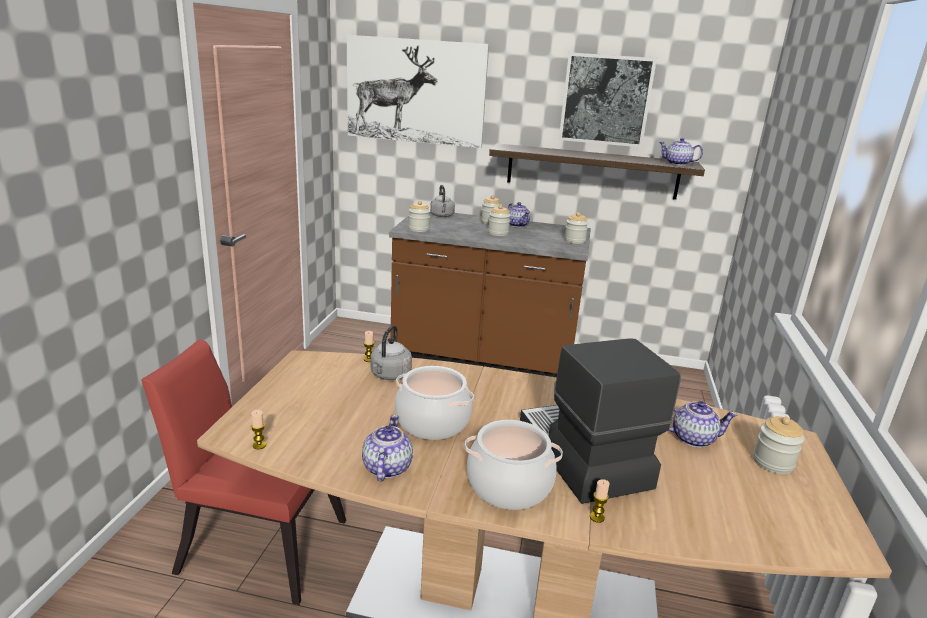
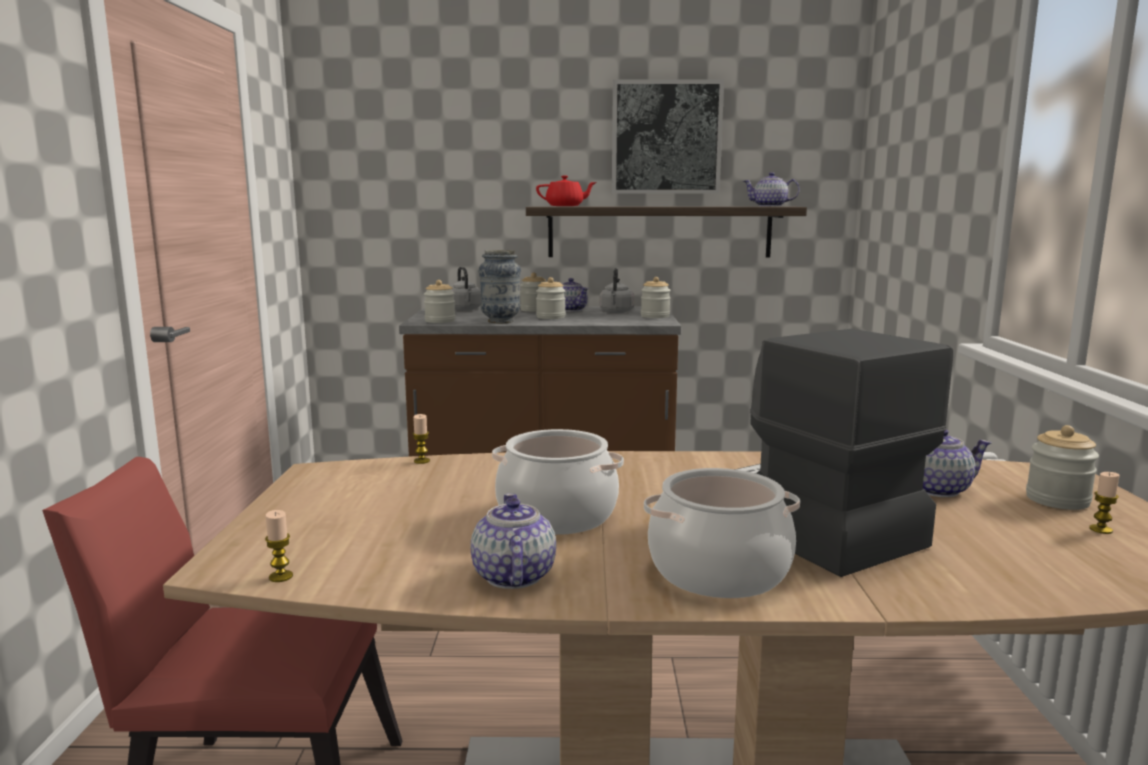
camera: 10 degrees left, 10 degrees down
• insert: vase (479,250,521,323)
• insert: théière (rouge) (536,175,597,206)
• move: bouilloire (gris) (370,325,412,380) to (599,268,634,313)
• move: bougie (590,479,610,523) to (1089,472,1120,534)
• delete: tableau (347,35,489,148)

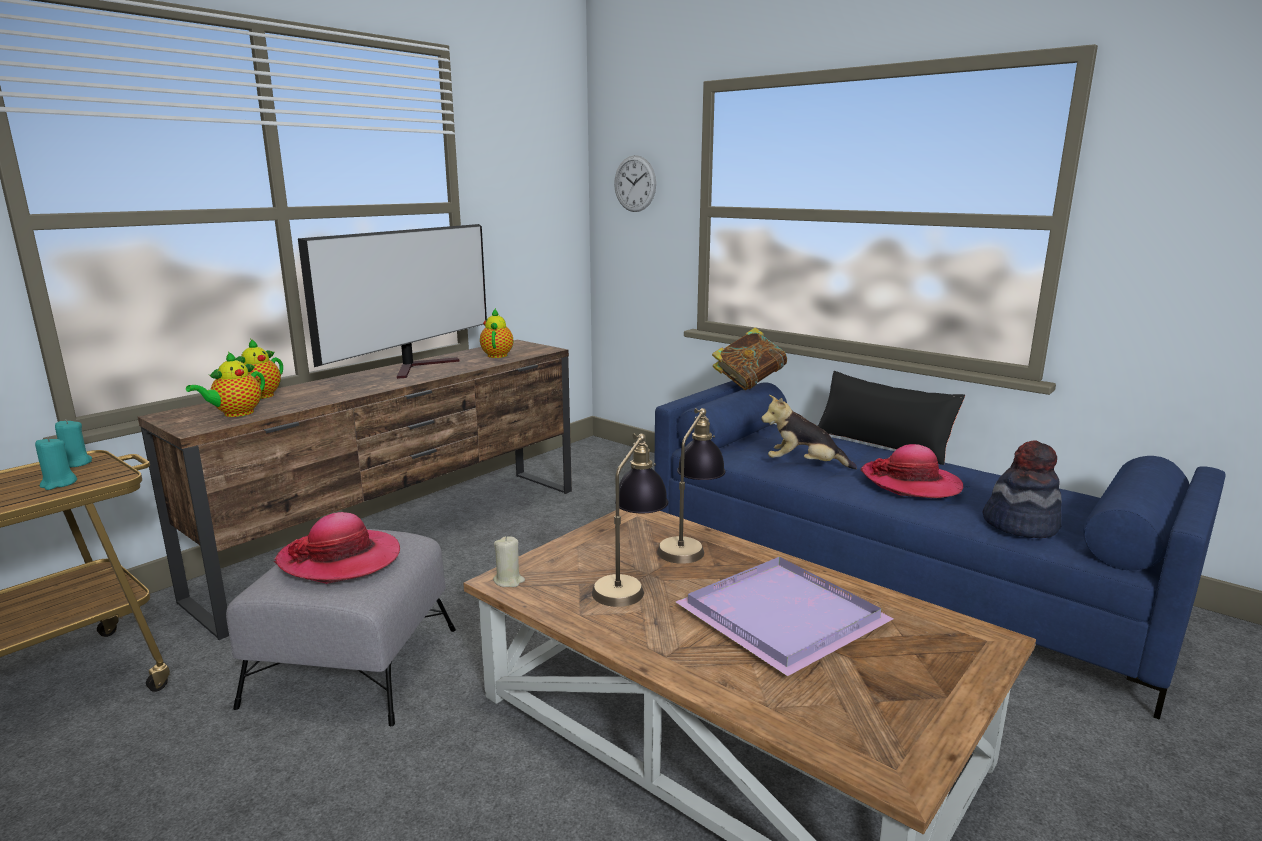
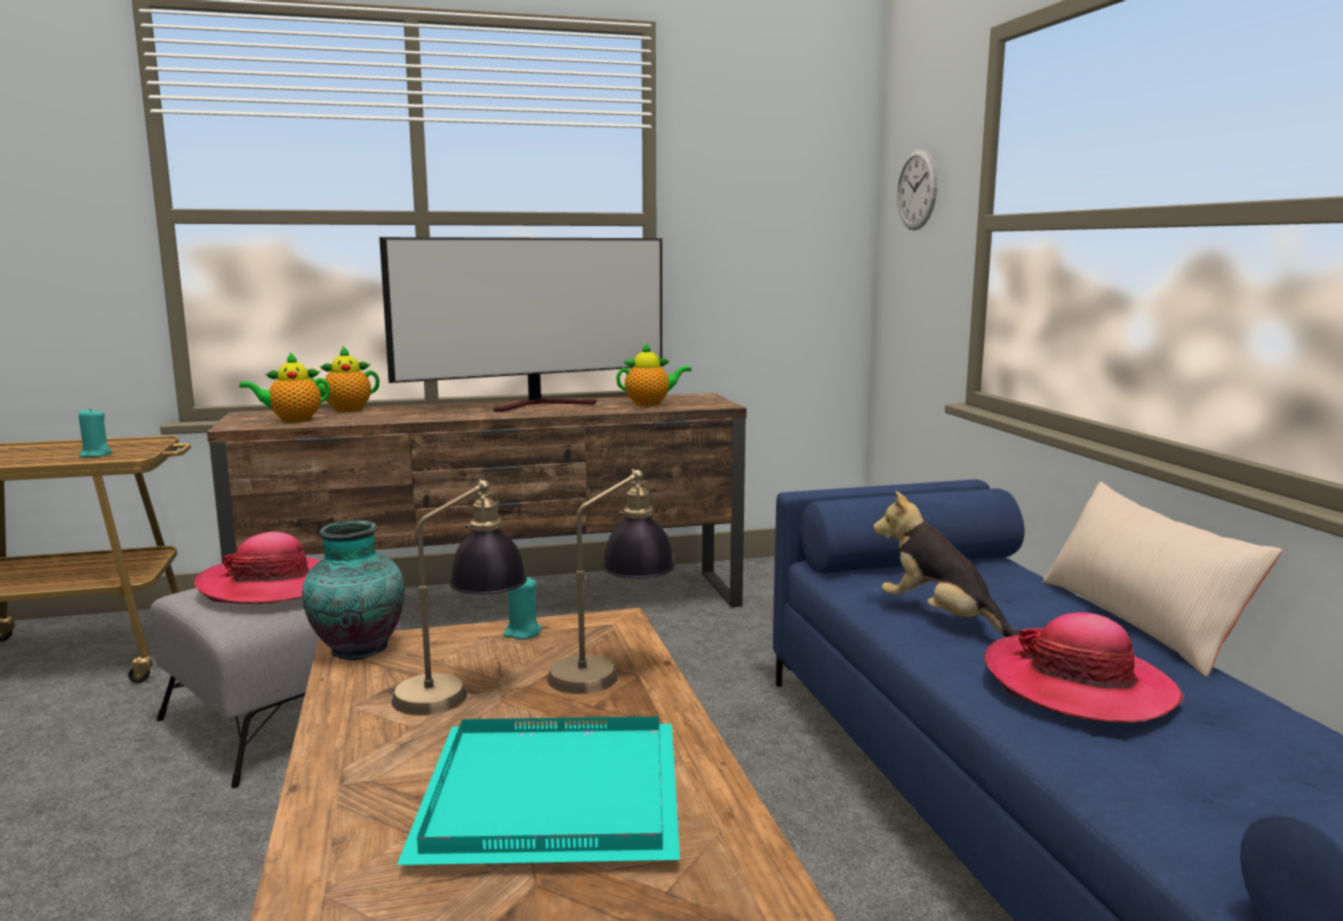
camera: 35 degrees right, 5 degrees down
• replace: bougie (beige) (493,536,525,587) to vase (302,521,405,661)
• recolor: plateau (violet) (676,557,894,676) to plateau (turquoise) (397,717,680,866)
• move: bougie (turquoise) (55,419,92,467) to (503,576,542,639)
• rotate: théière (480,308,513,358) = (616,343,691,406) 45 degrees clockwise
• recolor: coussin (noir) (818,371,965,465) to coussin (beige) (1042,482,1282,676)
• delete: livre (712,327,787,390)
• delete: chapeau (983,441,1062,539)

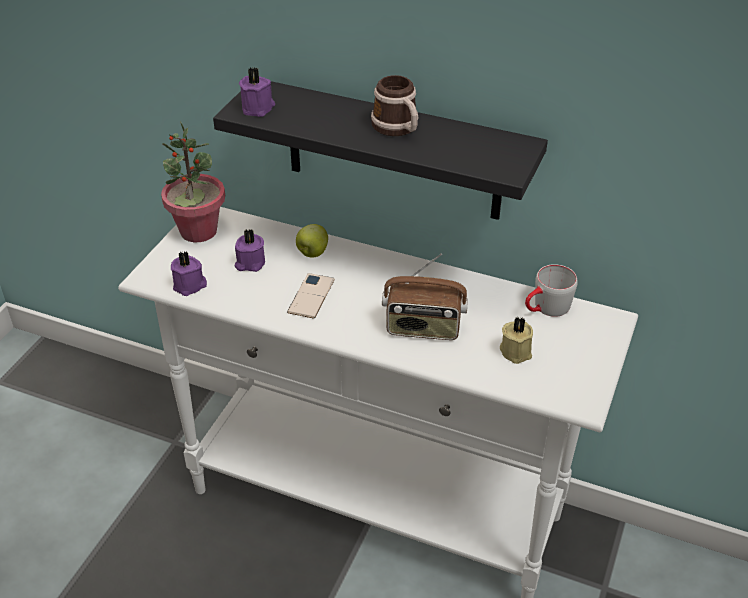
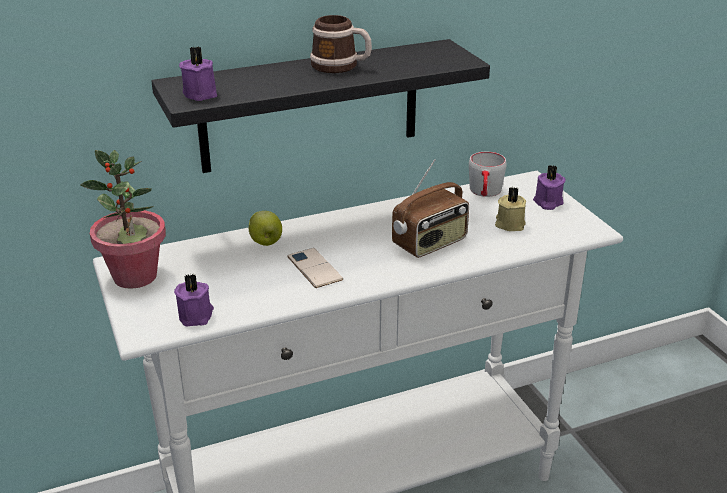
camera: 45 degrees left, 10 degrees down
• move: bougie (violet) (235,230,265,272) to (533,166,566,210)

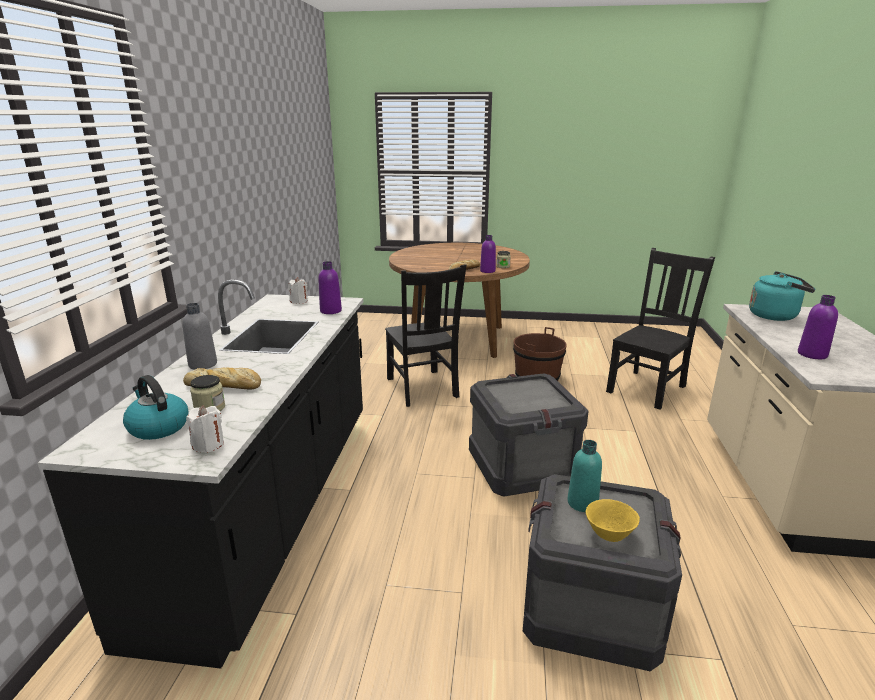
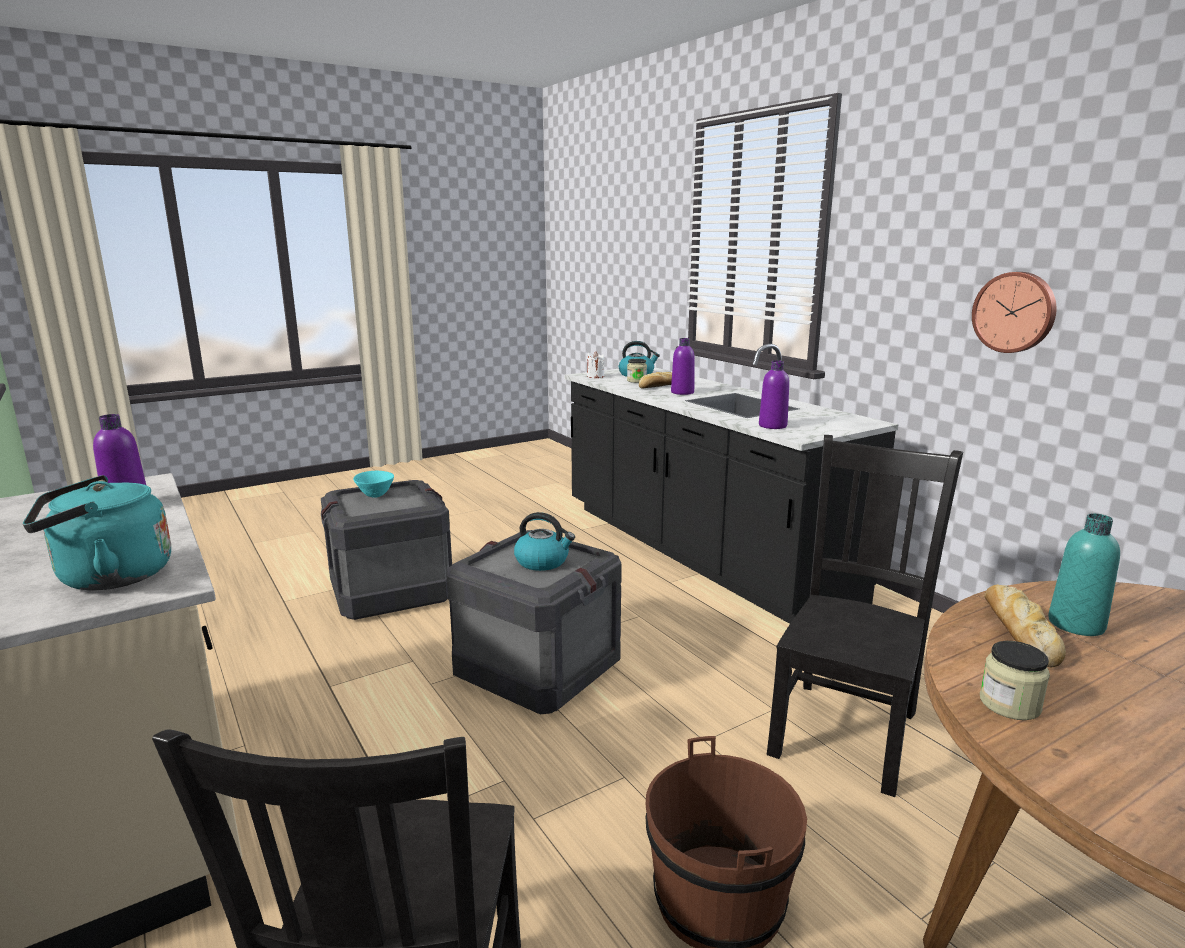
camera: 140 degrees right, 5 degrees down
• recolor: bol (jaune) (586,499,640,542) to bol (turquoise) (353,471,394,497)
• insert: bouilloire (514,512,575,571)
• move: bouteille (violet) (480,235,496,273) to (671,338,695,395)
• rotate: chaise (noir) (385,264,467,407) = (767,435,963,797) 90 degrees clockwise
• insert: horloge murale (972,272,1057,353)
• move: bouteille (turquoise) (567,440,602,512) to (1048,513,1120,636)
• delete: bouteille (gris) (182,303,217,370)
• delete: bougie (blanc) (288,277,308,304)

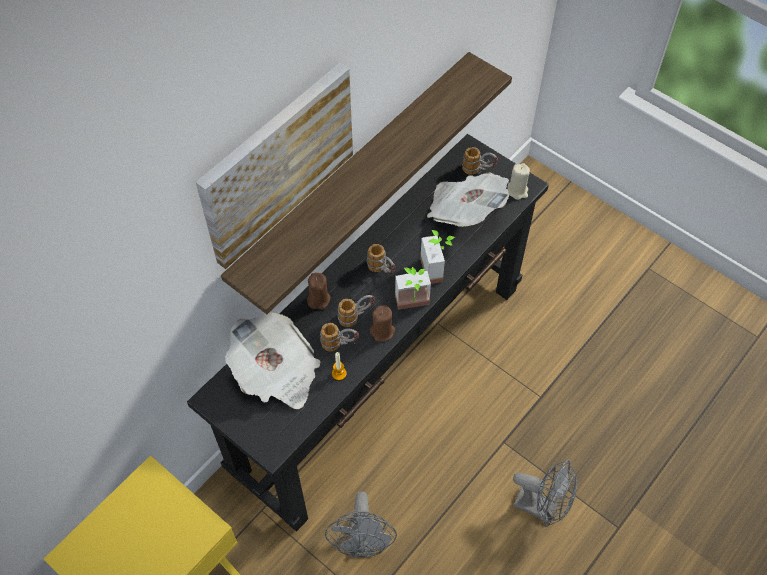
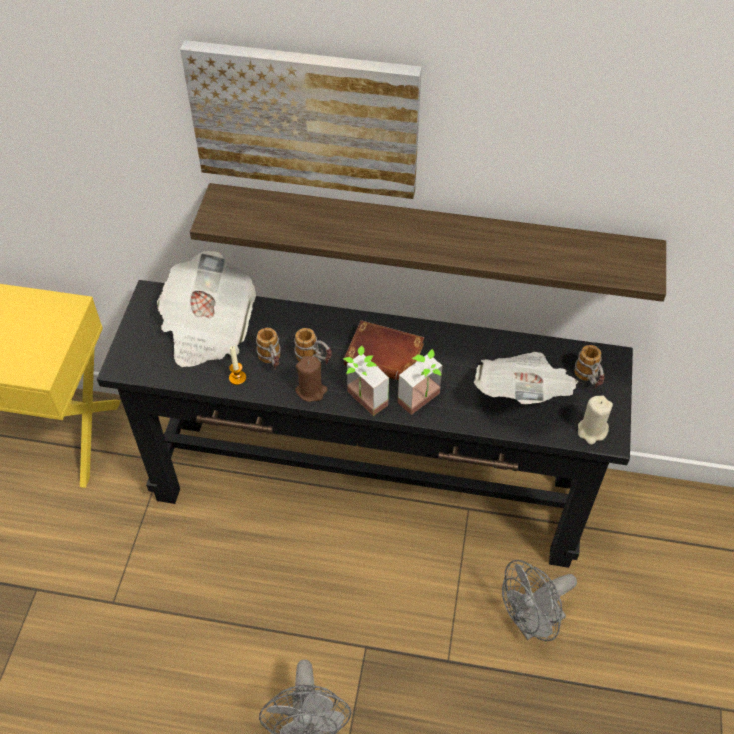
camera: 60 degrees right, 5 degrees down
• replace: mug (367,244,395,276) to livre (marron) (344,320,424,380)
• move: ventilateur (gris) (325,492,397,557) to (502,560,577,641)
• delete: bougie (marron) (307,273,330,309)

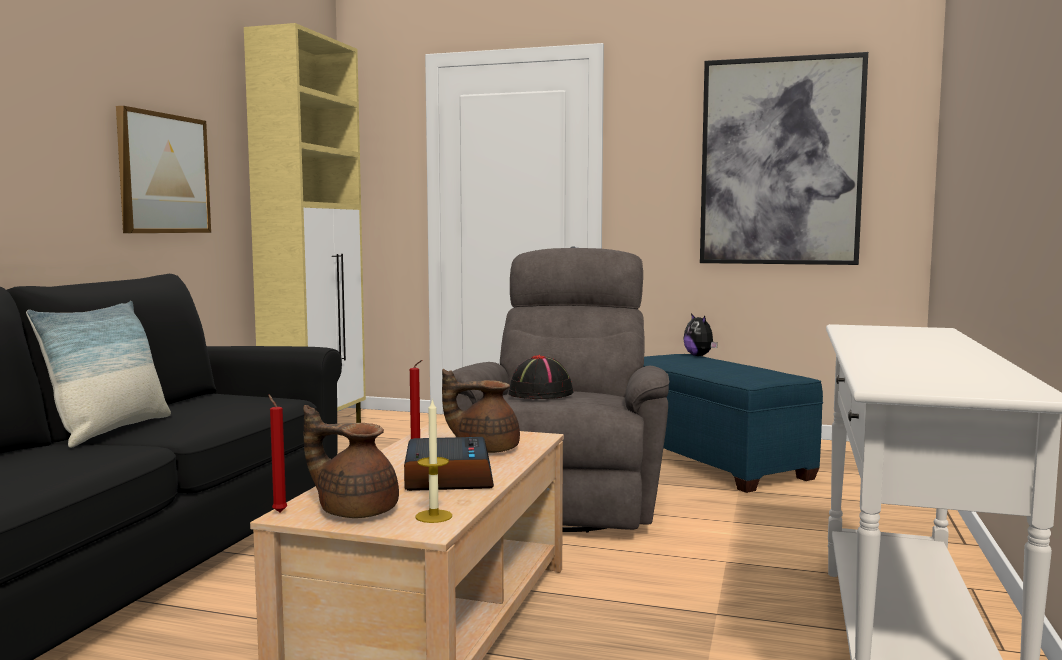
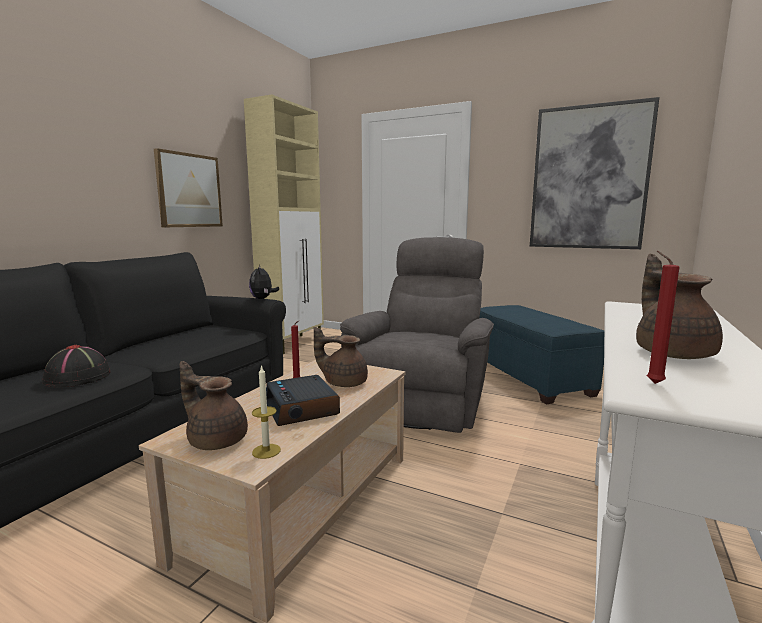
camera: 10 degrees right, 5 degrees up
• move: chapeau (noir) (509,355,573,399) to (42,345,111,387)
• move: peluche (683,313,718,356) to (249,265,279,299)
• rotate: réveil (404,437,494,491) = (266,375,340,426) 150 degrees clockwise
• insert: théière (marron) (636,254,723,359)
• move: bougie (rouge) (269,395,288,512) to (647,251,680,384)
• delete: coussin (26,301,171,448)

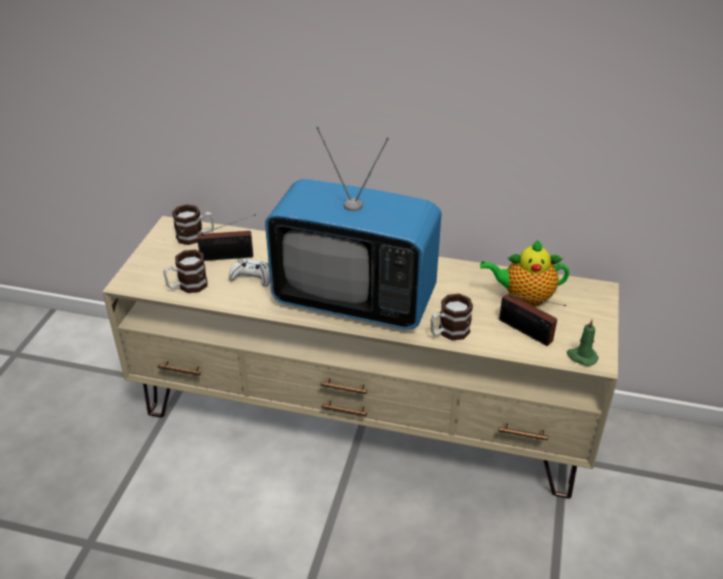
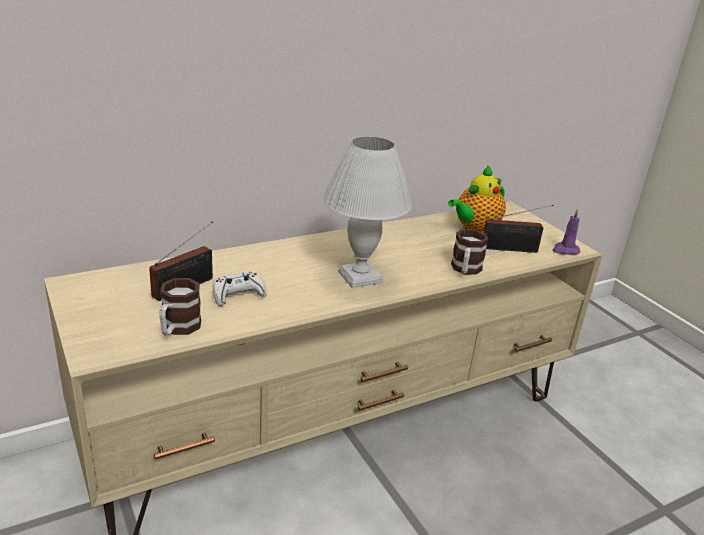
camera: 45 degrees left, 10 degrees down
• replace: téléviseur (265,127,442,329) to lampe de table (blanc) (323,136,412,288)
• recolor: bougie (vert) (567,319,598,366) to bougie (violet) (552,209,580,255)
• delete: mug (172,204,214,245)

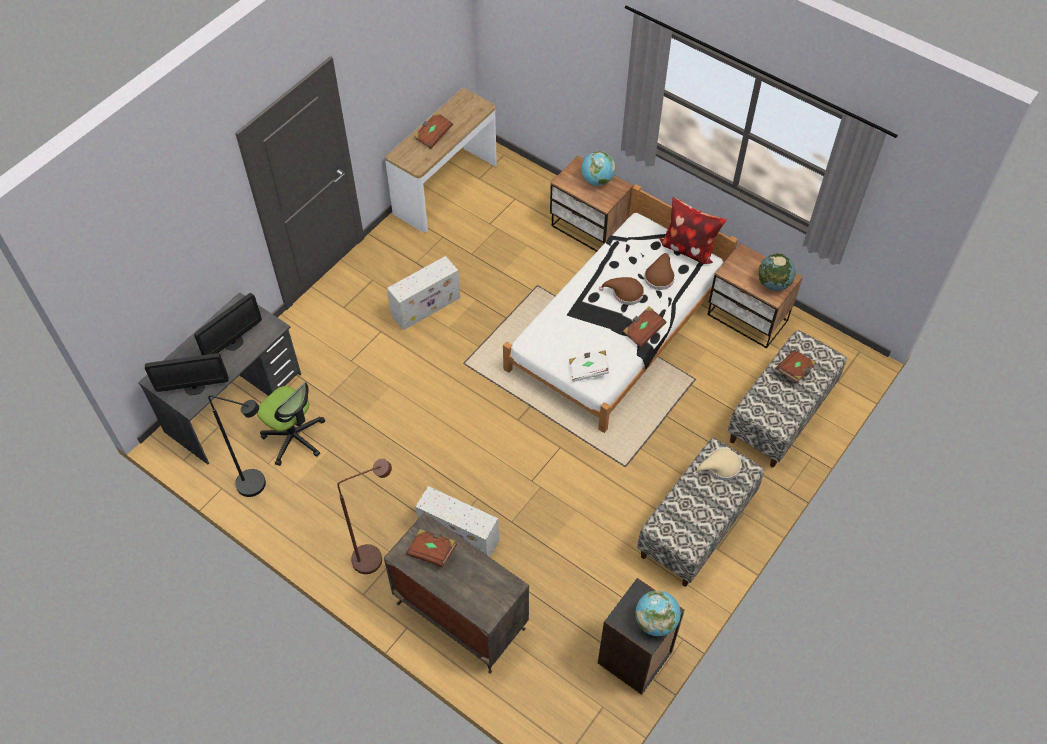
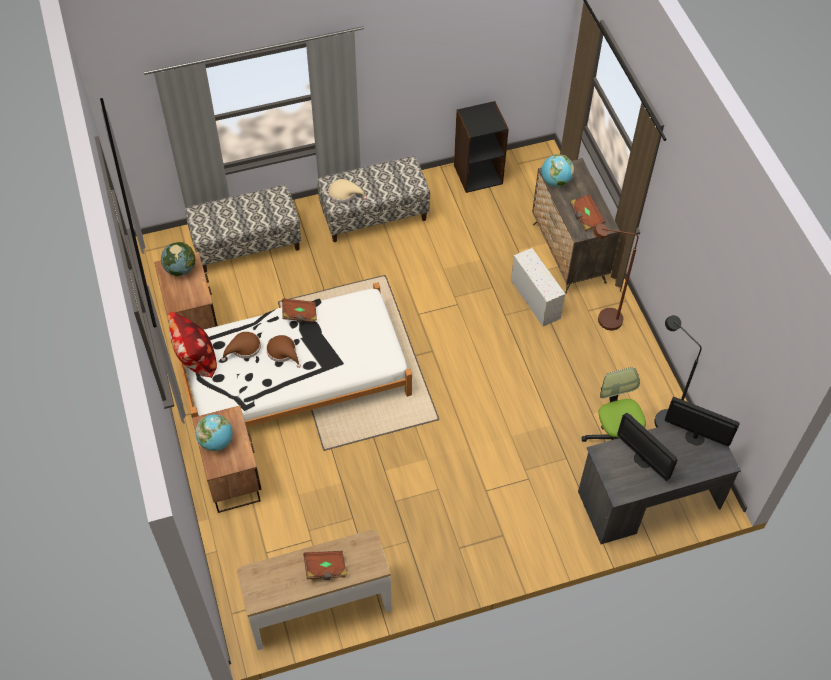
camera: 145 degrees left, 0 degrees up
• move: globe (635,590,681,636) to (542,154,574,187)
• rotate: écran d'ordinateur (194,293,262,355) = (617,412,677,481) 120 degrees counterclockwise
• delete: boîte de rangement (blanc) (387,256,460,330)
• delete: livre (blanc) (569,350,609,382)
• delete: livre (marron) (776,350,816,383)

